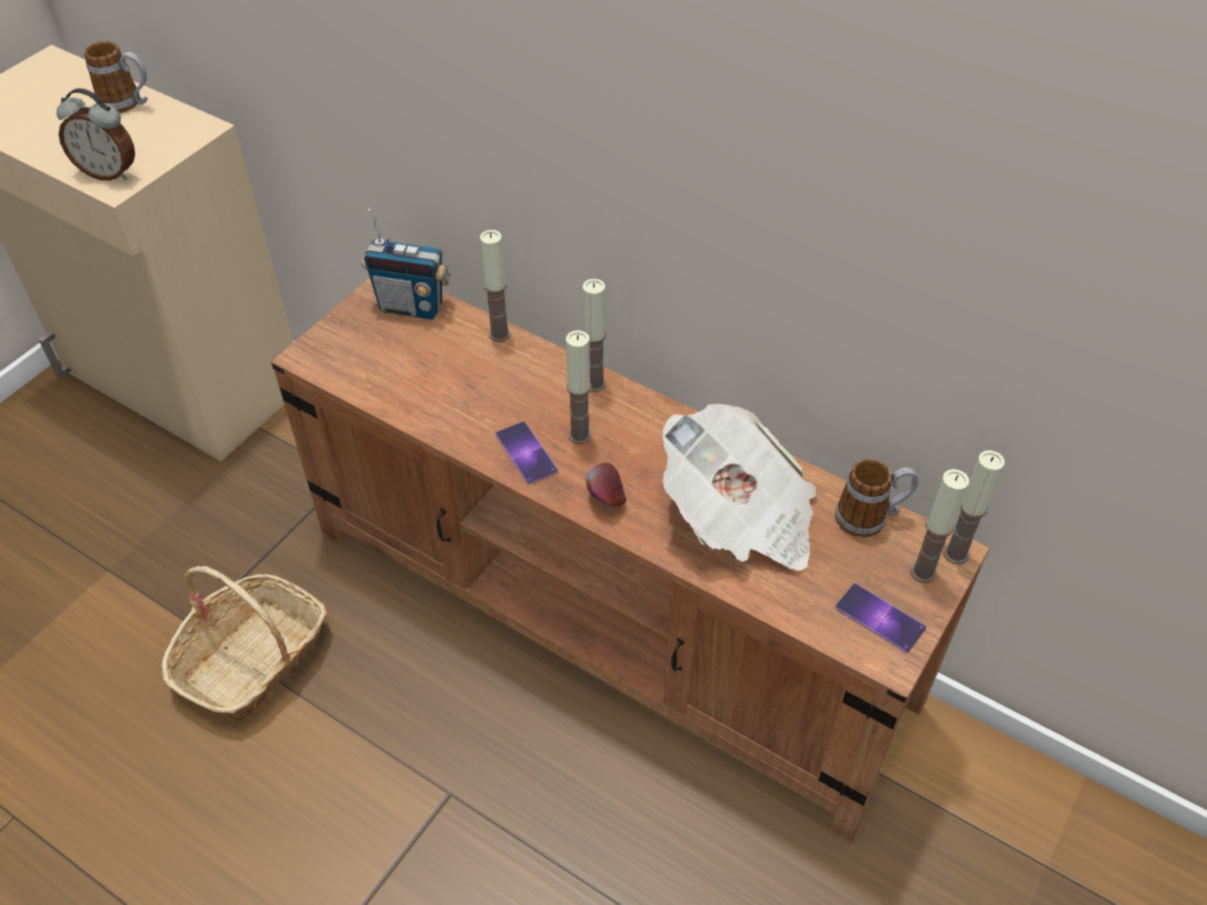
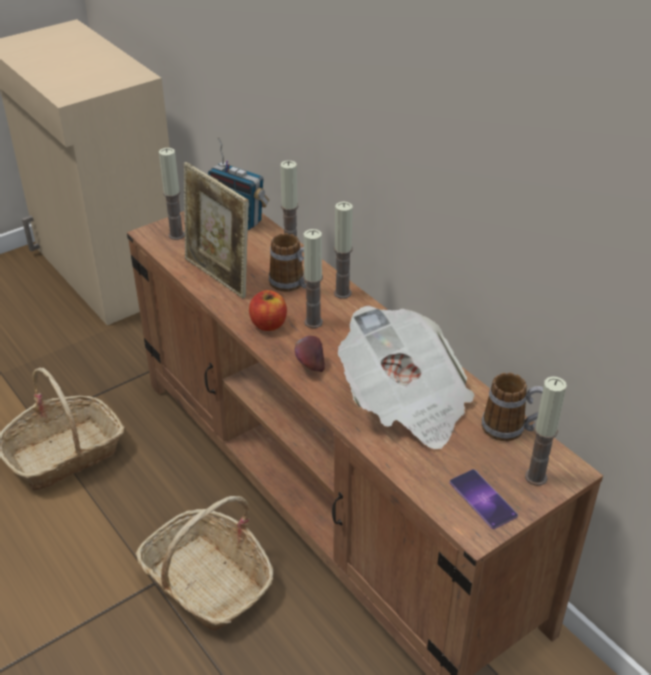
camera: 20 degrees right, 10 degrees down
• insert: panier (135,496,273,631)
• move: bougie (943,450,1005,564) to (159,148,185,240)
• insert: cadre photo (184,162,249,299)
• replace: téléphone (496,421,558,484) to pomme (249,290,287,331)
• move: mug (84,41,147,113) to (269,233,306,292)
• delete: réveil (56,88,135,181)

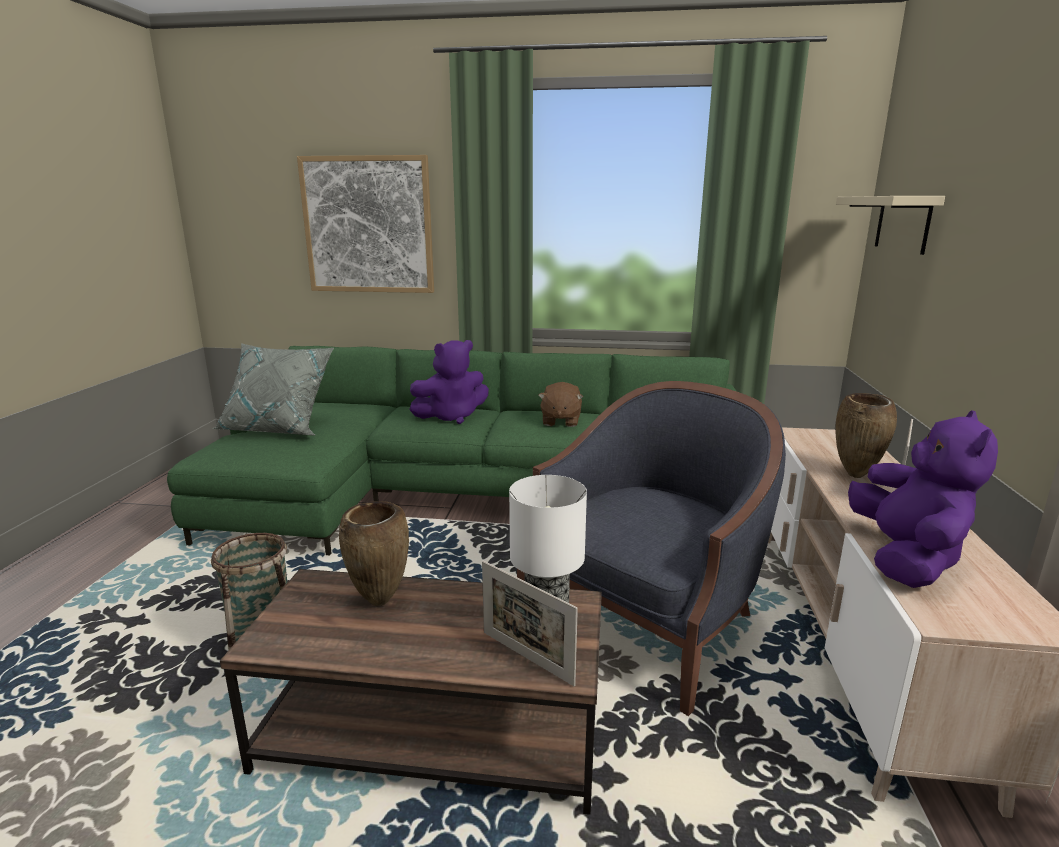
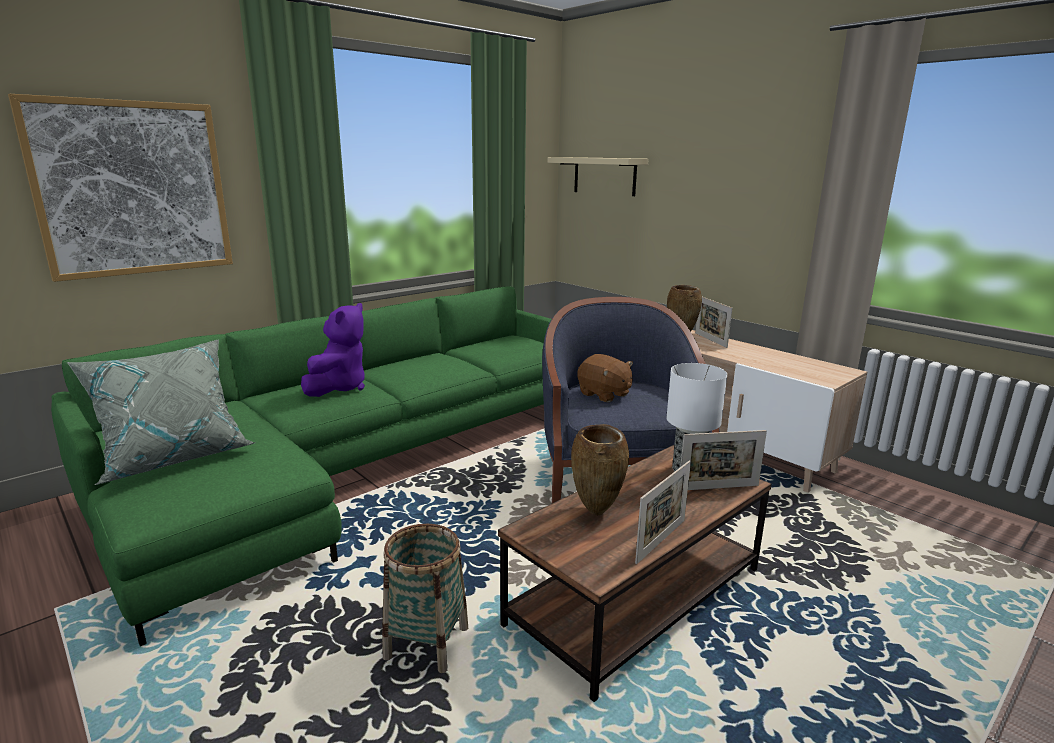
camera: 50 degrees left, 0 degrees up
• move: peluche (marron) (538,382,583,427) to (577,354,633,402)
• insert: cadre photo (635,460,691,564)
• delete: peluche (violet) (848,410,998,588)

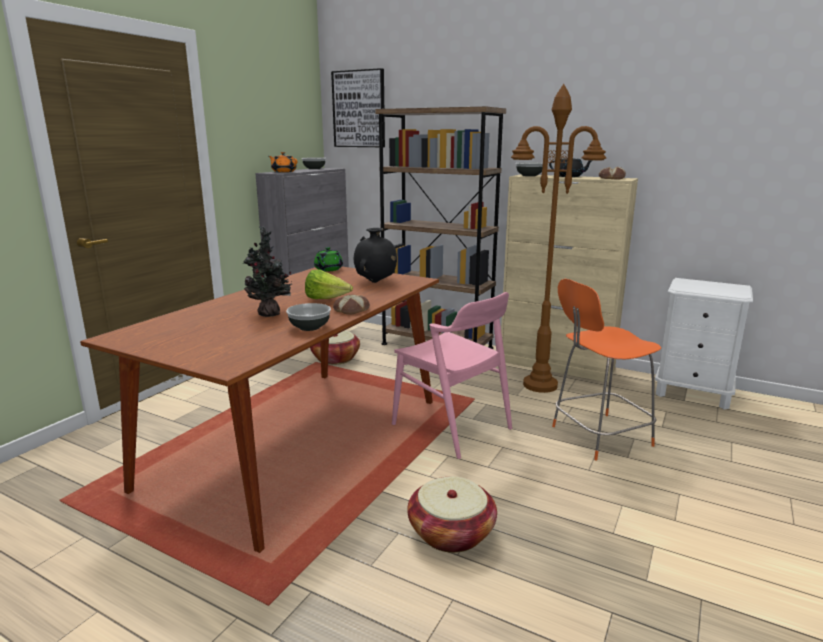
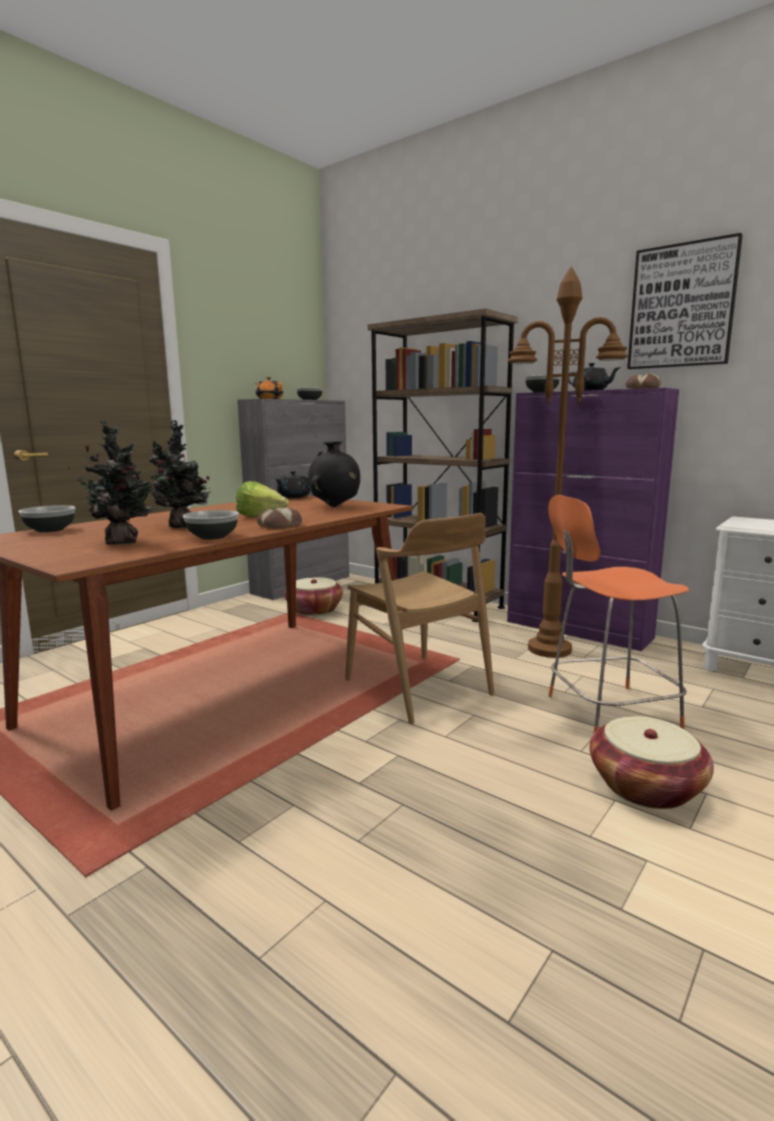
camera: 10 degrees right, 5 degrees down
• insert: bol (18,505,76,533)
• insert: plante en pot (68,420,164,545)
• recolor: théière (vert) (314,247,343,271) to théière (noir) (275,471,311,498)
• recolor: chaise (rose) (392,292,512,459) to chaise (marron) (345,513,494,724)
• recolor: meuble de rangement (beige) (501,175,638,382) to meuble de rangement (violet) (507,388,679,651)
• move: panier (407,476,497,553) to (590,716,714,809)
• move: tableau (331,68,385,147) to (627,233,743,369)

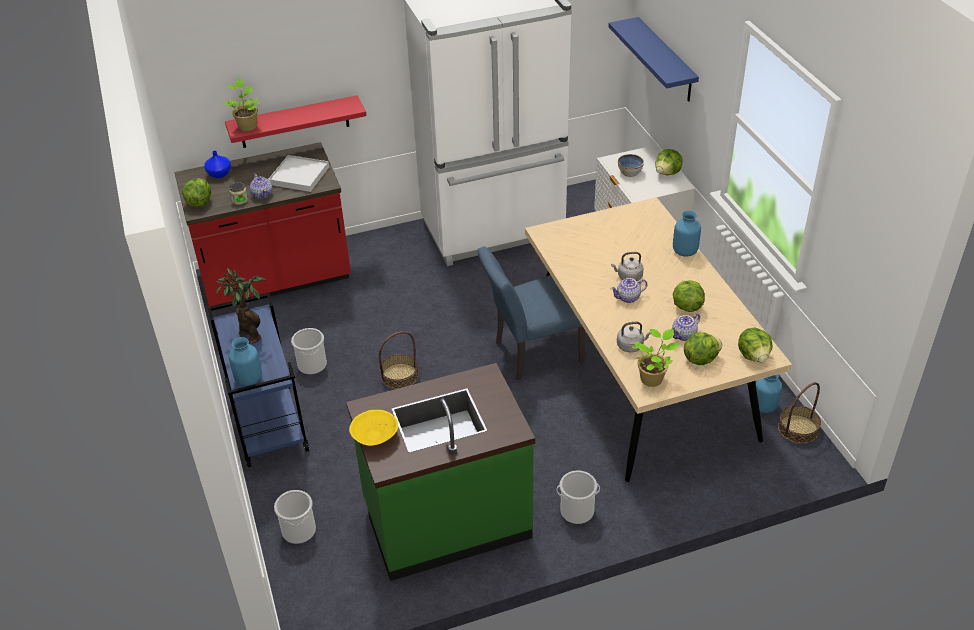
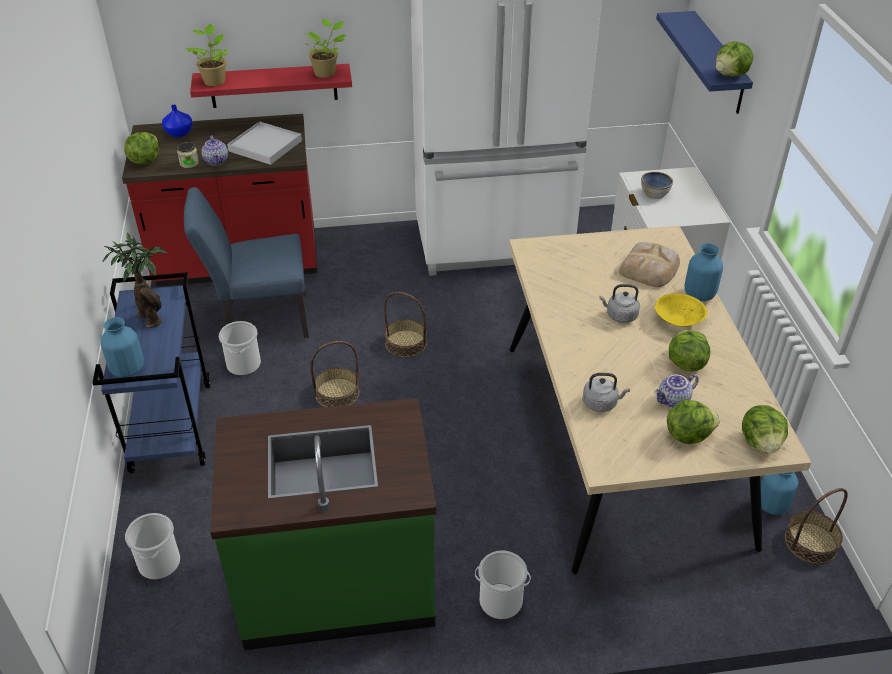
camera: 10 degrees right, 0 degrees up
• move: chaise (bleu) (478,246,585,381) to (184,187,309,338)
• move: plante en pot (632,329,679,387) to (303,19,346,78)
• insert: panier (384,292,427,358)
• insert: pain (619,242,680,287)
• move: bol (jaune) (349,410,398,446) to (655,293,707,327)
• move: laitue (656,149,683,175) to (715,41,753,77)
• delete: théière (610,278,648,303)

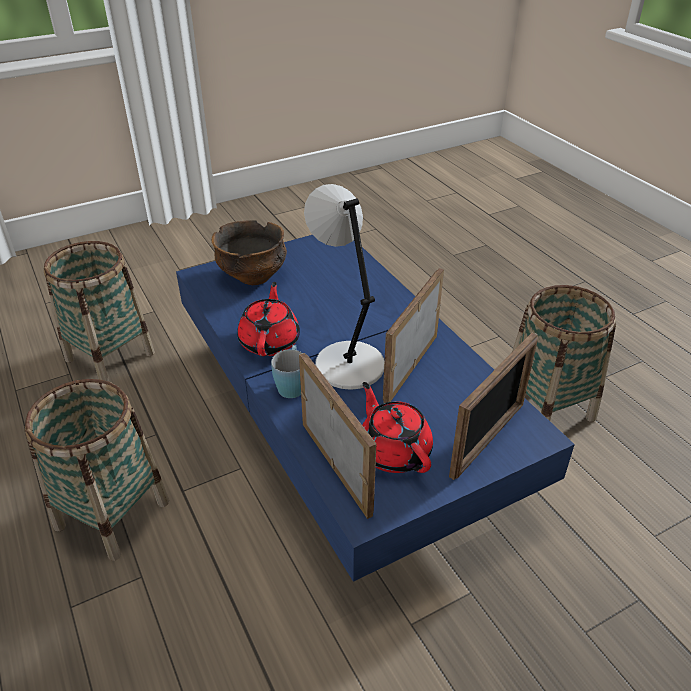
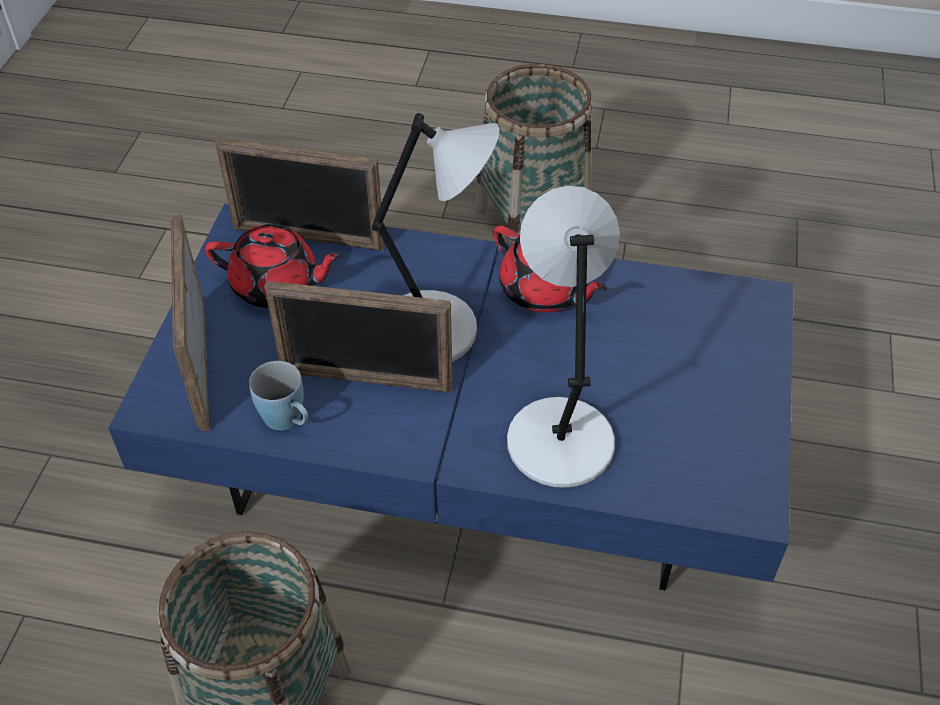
camera: 130 degrees right, 10 degrees up
• move: mug (bleu) (271,345,302,398) to (249,361,308,430)
• rotate: cadre photo (383,268,444,403) = (264,281,453,392) 120 degrees clockwise
• insert: lampe de table (gris) (507,186,620,488)
• delete: panier (44,241,155,382)
• delete: bol (212,220,287,285)

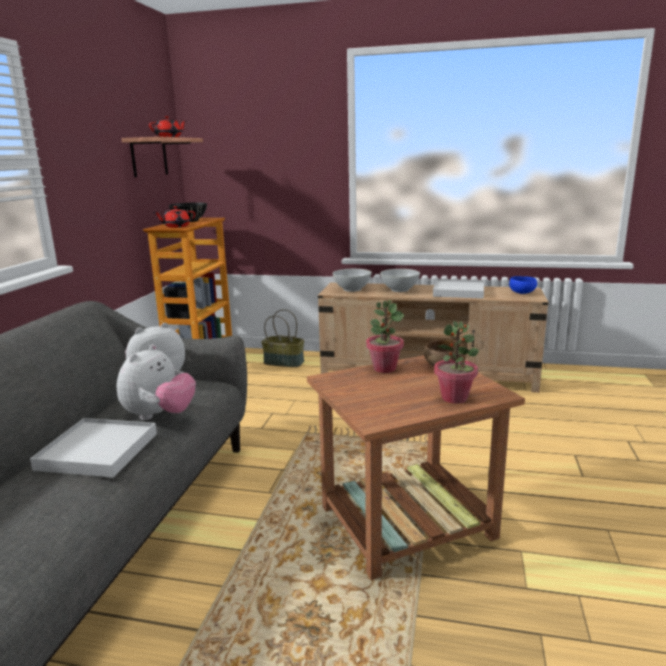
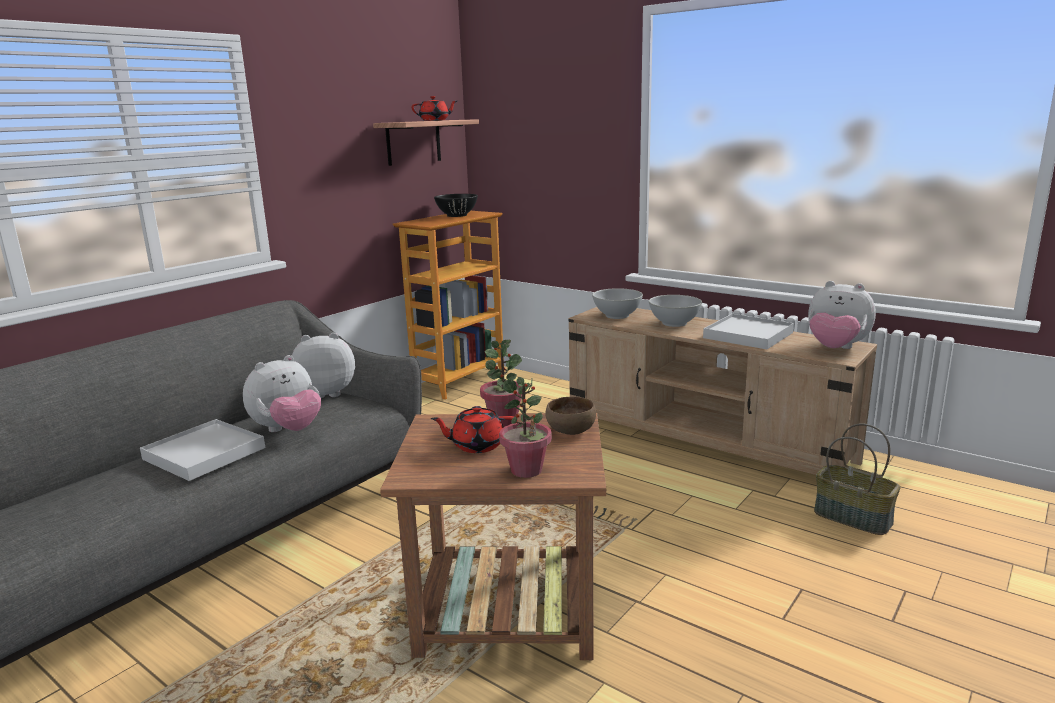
camera: 25 degrees right, 0 degrees up
• move: théière (rouge) (153,206,195,228) to (431,406,518,453)
• replace: bol (bleu) (509,276,537,294) to peluche (808,281,876,349)
• move: panier (261,309,304,367) to (814,423,901,535)

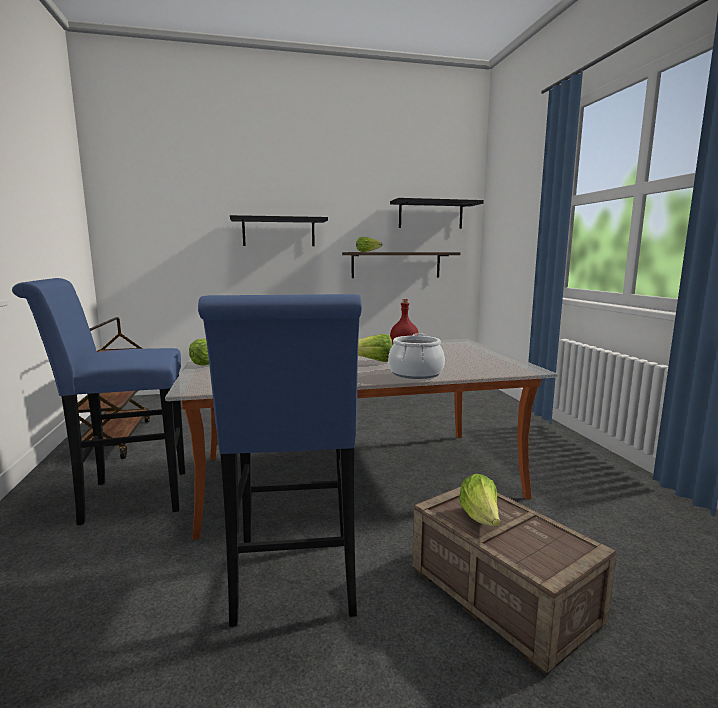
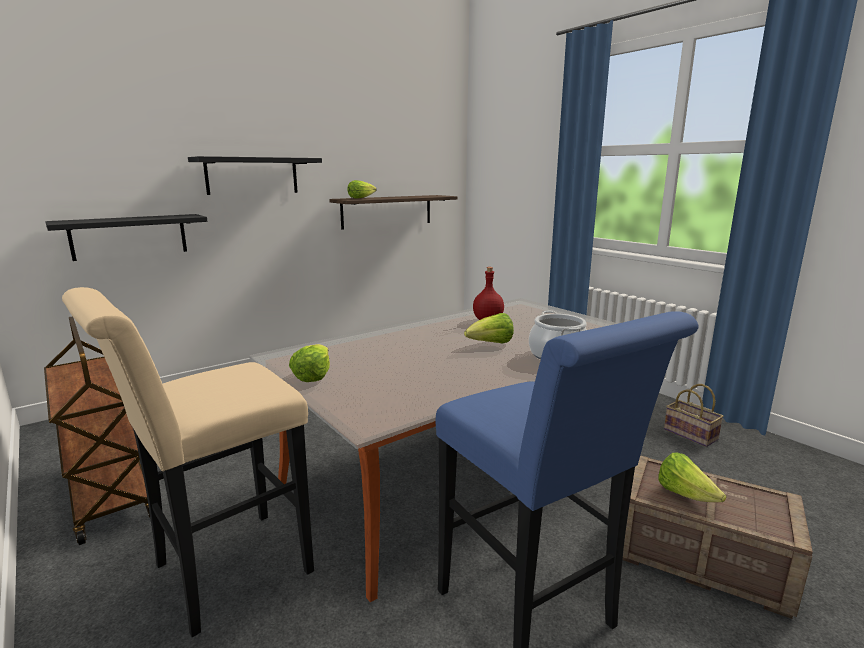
camera: 25 degrees left, 5 degrees up
• move: étagère (noir) (390,198,484,229) to (45,214,207,261)
• recolor: tabouret (bleu) (12,278,185,525) to tabouret (beige) (62,287,314,637)
• insert: panier (664,384,724,447)

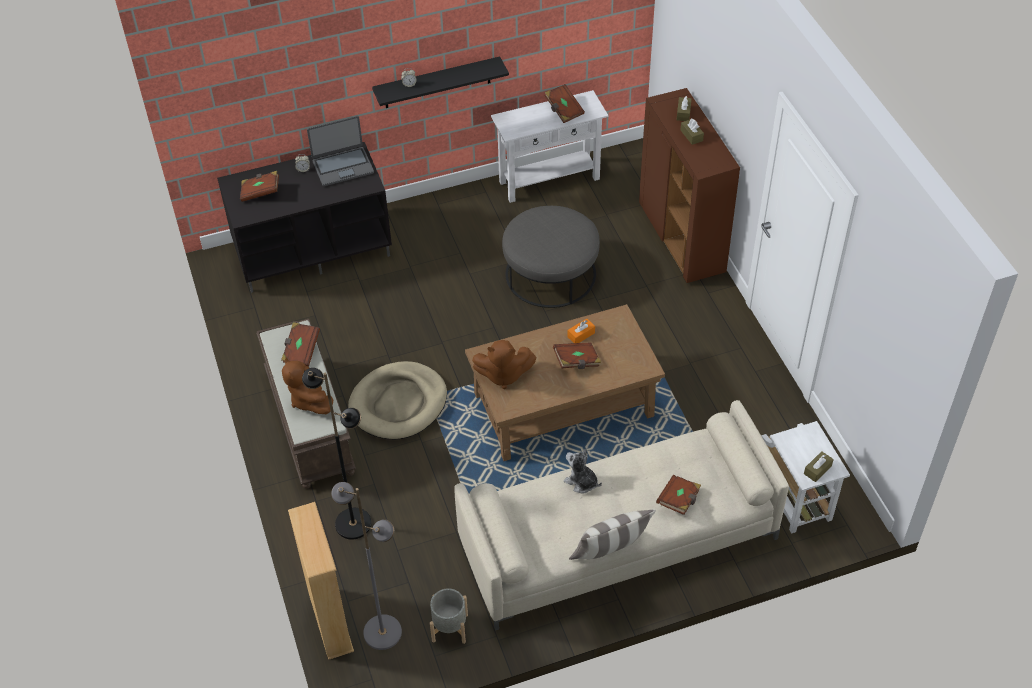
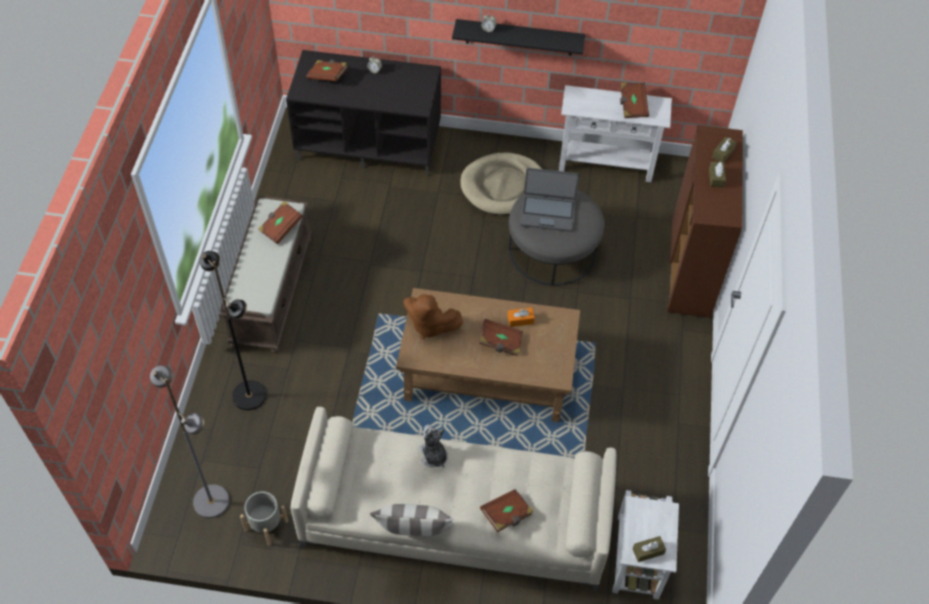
camera: 25 degrees right, 5 degrees up
• move: panier pour chien (beige) (348,361,447,439) to (460,153,542,215)
• move: ordinateur portable (307,116,374,186) to (520,168,580,232)
• delete: peluche (marron) (282,357,333,414)
• delete: bibliothèque (beige) (288,502,354,660)

